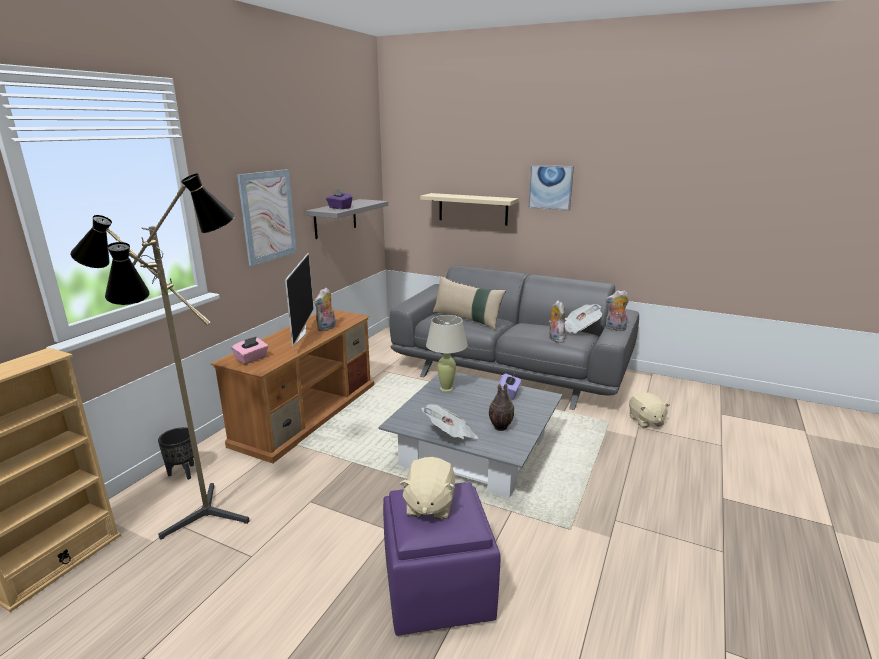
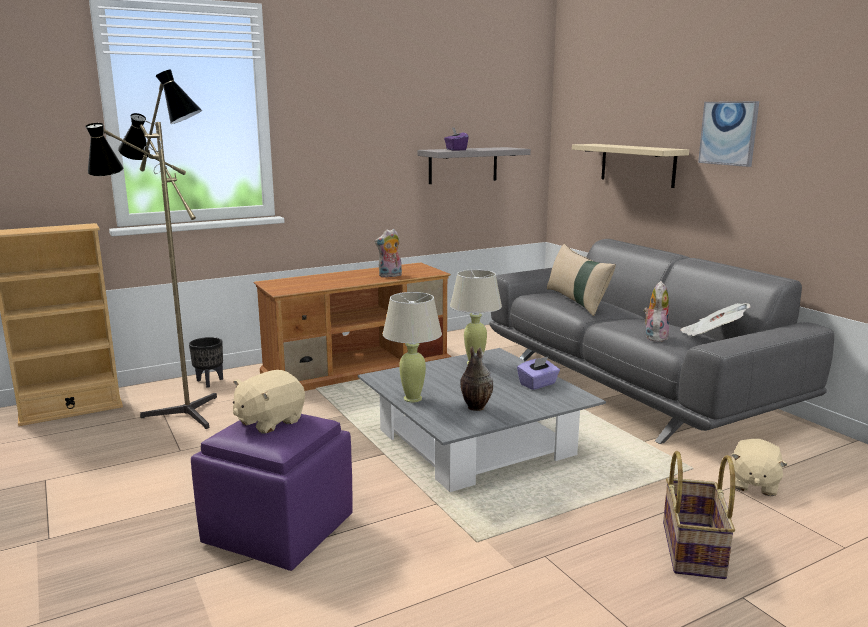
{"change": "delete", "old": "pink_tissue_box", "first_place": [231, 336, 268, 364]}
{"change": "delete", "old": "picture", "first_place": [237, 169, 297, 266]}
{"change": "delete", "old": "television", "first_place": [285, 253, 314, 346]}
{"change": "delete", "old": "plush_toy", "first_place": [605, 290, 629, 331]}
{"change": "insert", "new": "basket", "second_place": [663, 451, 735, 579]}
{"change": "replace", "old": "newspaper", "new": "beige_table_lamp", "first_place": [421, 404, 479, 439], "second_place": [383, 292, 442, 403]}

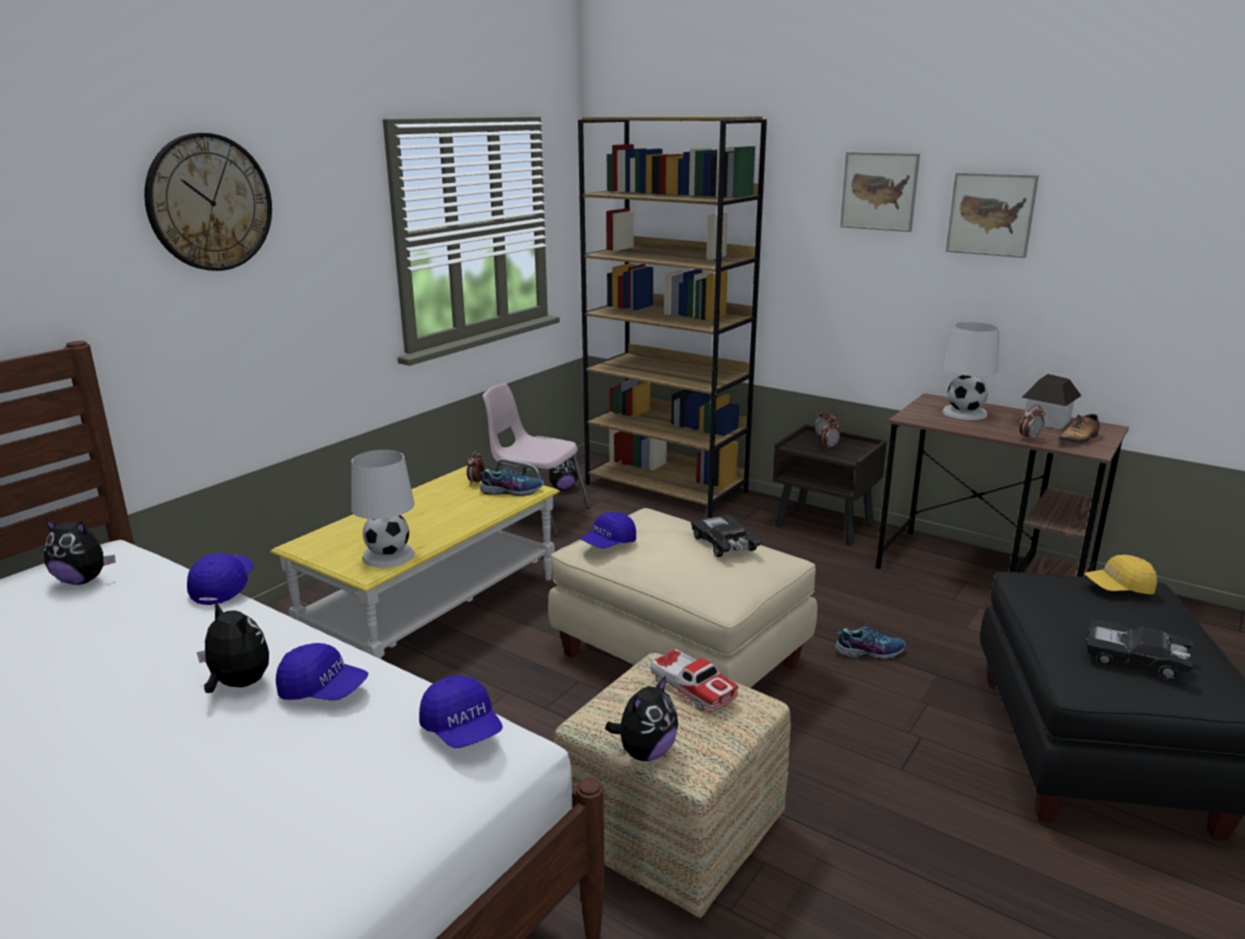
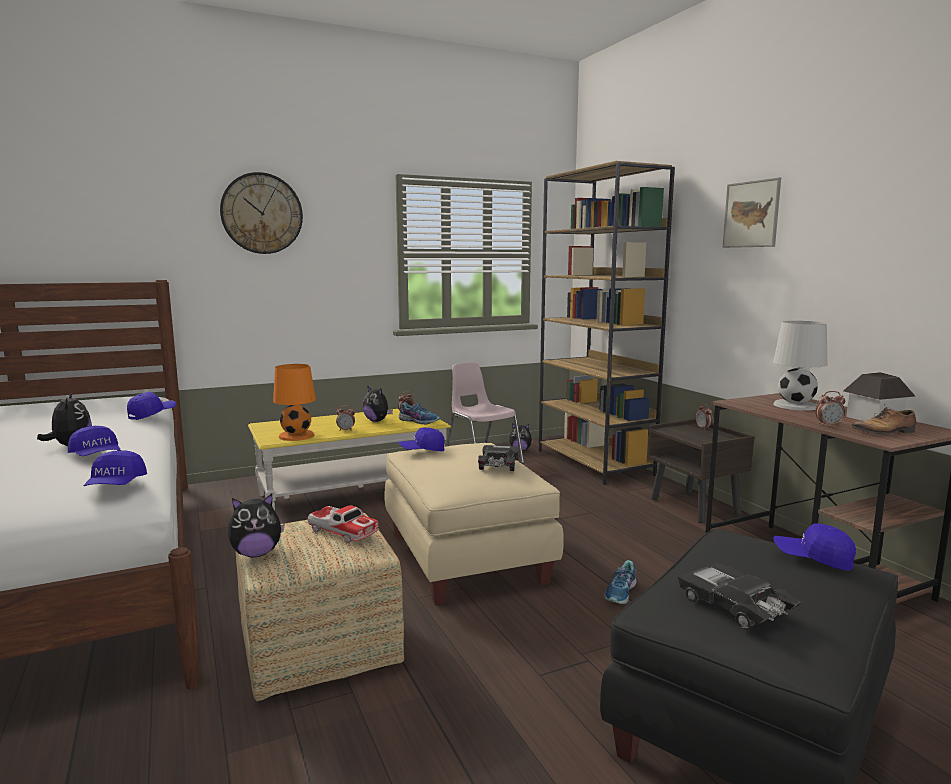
{"change": "delete", "old": "picture", "first_place": [946, 172, 1039, 258]}
{"change": "move", "old": "plush_toy", "first_place": [44, 518, 116, 585], "second_place": [363, 387, 393, 422]}
{"change": "move", "old": "alarm_clock", "first_place": [820, 419, 840, 449], "second_place": [336, 406, 355, 431]}
{"change": "recolor", "old": "white_table_lamp", "new": "orange_table_lamp", "first_place": [351, 450, 415, 568], "second_place": [273, 364, 316, 441]}
{"change": "recolor", "old": "yellow_cap", "new": "blue_cap", "first_place": [1085, 555, 1157, 594], "second_place": [774, 524, 856, 571]}
{"change": "rotate", "old": "toy_car", "first_place": [650, 649, 738, 712], "second_place": [307, 506, 379, 543], "degrees": -45}
{"change": "rotate", "old": "shoe", "first_place": [835, 619, 905, 660], "second_place": [604, 560, 637, 604], "degrees": 90}

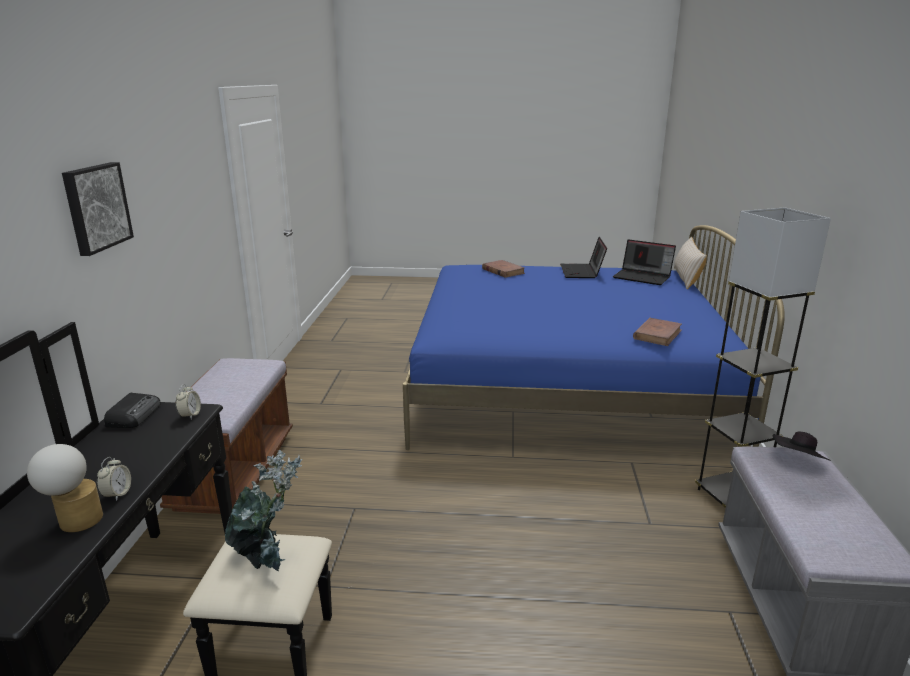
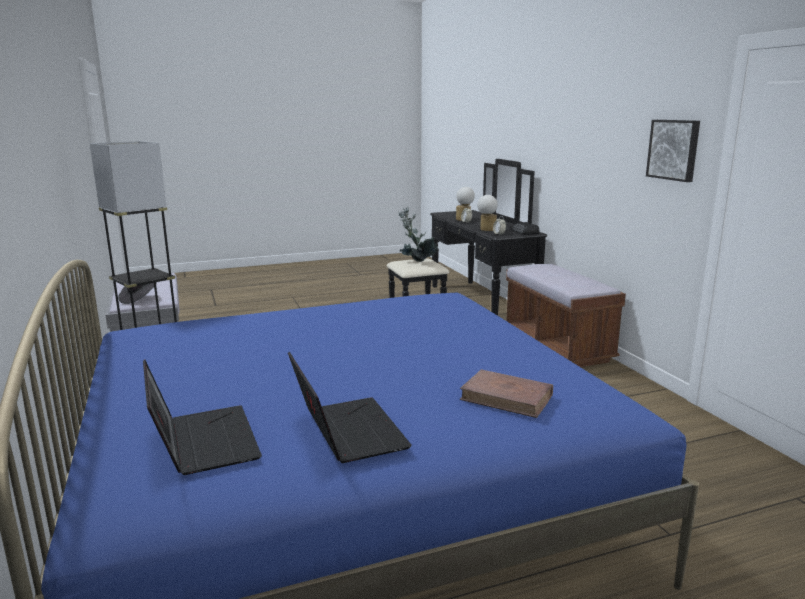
{"change": "delete", "old": "brown_book", "first_place": [633, 318, 682, 346]}
{"change": "delete", "old": "beige_pillow", "first_place": [674, 237, 707, 289]}
{"change": "insert", "new": "table_lamp", "second_place": [477, 195, 498, 231]}
{"change": "move", "old": "picture", "first_place": [62, 162, 134, 256], "second_place": [646, 120, 700, 182]}
{"change": "rotate", "old": "laptop", "first_place": [613, 239, 676, 285], "second_place": [143, 360, 262, 475], "degrees": 60}

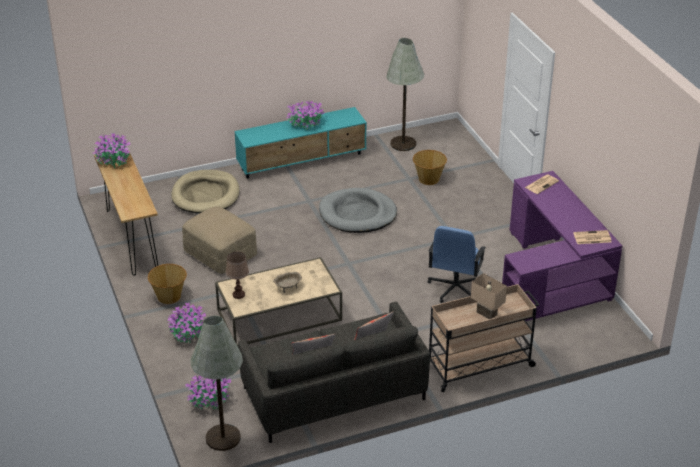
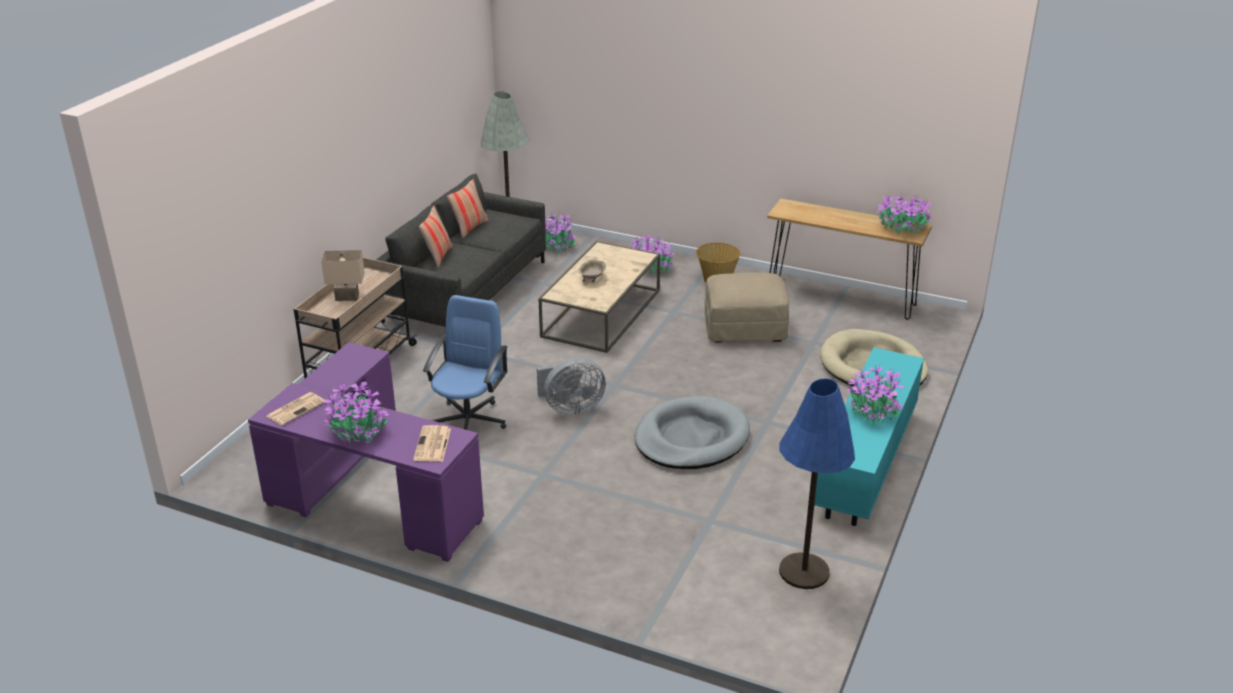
{"change": "delete", "old": "brown_table_lamp", "first_place": [226, 252, 249, 299]}
{"change": "delete", "old": "basket", "first_place": [413, 150, 447, 185]}
{"change": "insert", "new": "potted_plant", "second_place": [323, 381, 389, 443]}
{"change": "insert", "new": "grey_fan", "second_place": [537, 358, 606, 415]}
{"change": "recolor", "old": "grey_floor_lamp", "new": "blue_floor_lamp", "first_place": [386, 38, 424, 151], "second_place": [779, 378, 855, 589]}
{"change": "rotate", "old": "blue_office_chair", "first_place": [428, 226, 486, 303], "second_place": [423, 295, 508, 430], "degrees": 45}

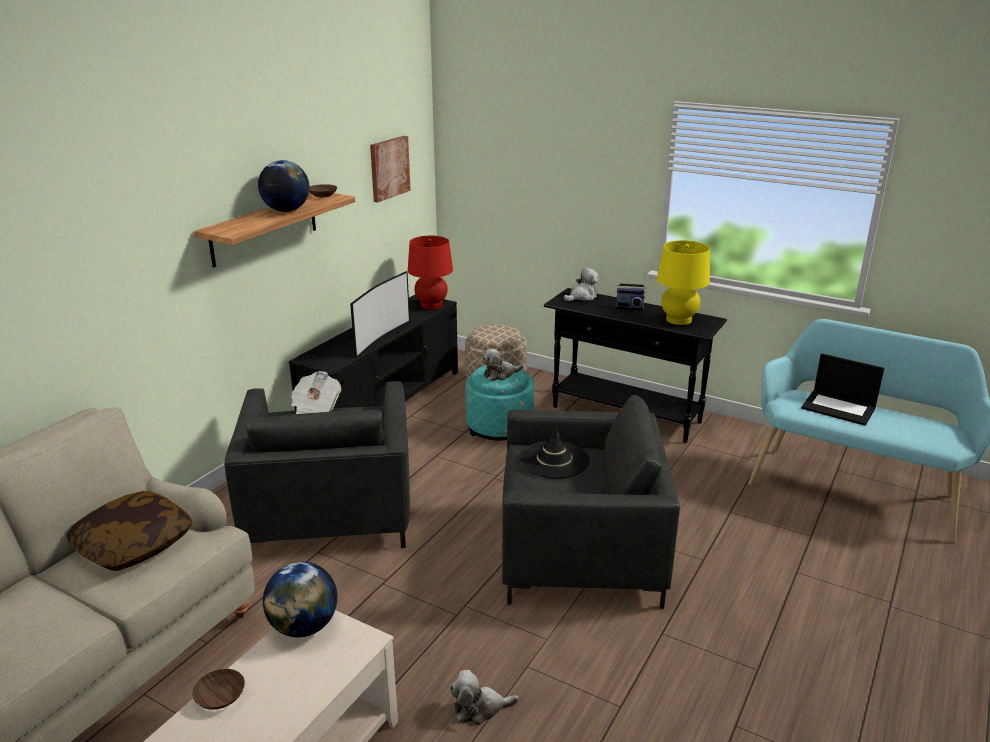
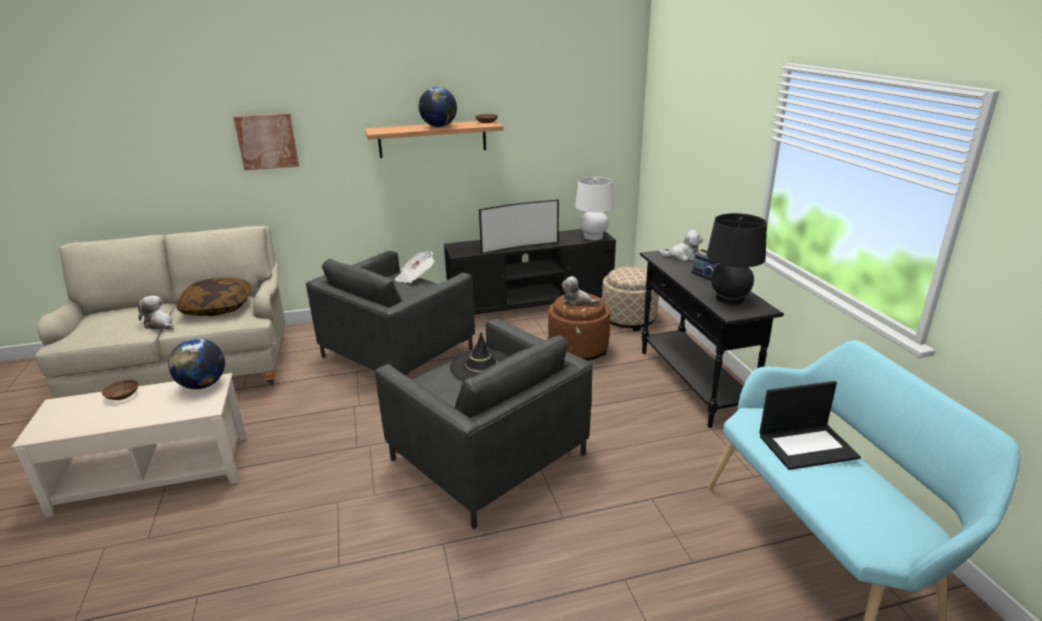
{"change": "move", "old": "picture", "first_place": [370, 136, 411, 203], "second_place": [233, 113, 299, 171]}
{"change": "move", "old": "plush_toy", "first_place": [450, 670, 519, 725], "second_place": [138, 296, 173, 330]}
{"change": "recolor", "old": "red_table_lamp", "new": "white_table_lamp", "first_place": [408, 236, 453, 309], "second_place": [575, 176, 614, 240]}
{"change": "recolor", "old": "turquoise_ottoman", "new": "brown_ottoman", "first_place": [465, 365, 534, 441], "second_place": [548, 294, 610, 361]}
{"change": "recolor", "old": "yellow_table_lamp", "new": "black_table_lamp", "first_place": [657, 240, 710, 325], "second_place": [707, 213, 767, 305]}
{"change": "rotate", "old": "laptop", "first_place": [801, 353, 884, 426], "second_place": [759, 381, 861, 470], "degrees": -90}

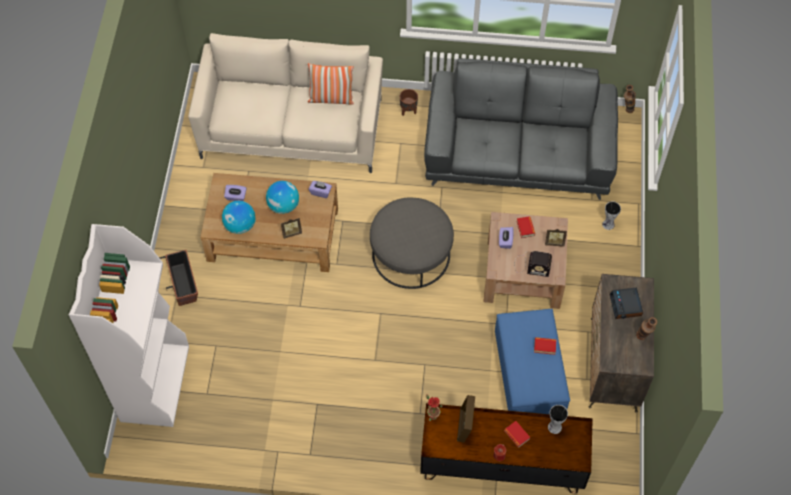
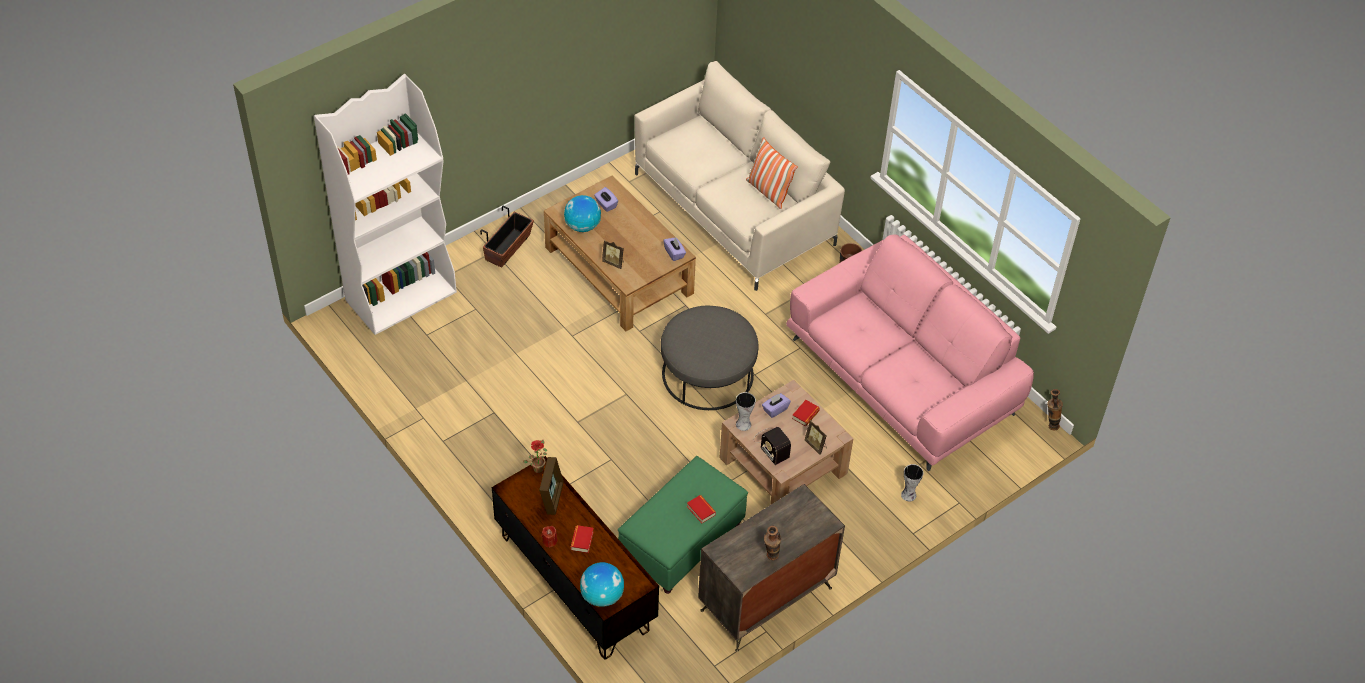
{"change": "delete", "old": "alarm_clock", "first_place": [609, 288, 643, 319]}
{"change": "move", "old": "globe", "first_place": [266, 181, 299, 214], "second_place": [580, 562, 624, 607]}
{"change": "move", "old": "vase", "first_place": [548, 405, 568, 434], "second_place": [736, 392, 756, 431]}
{"change": "recolor", "old": "grey_sofa", "new": "pink_sofa", "first_place": [424, 58, 618, 200], "second_place": [786, 234, 1034, 471]}
{"change": "recolor", "old": "blue_ottoman", "new": "green_ottoman", "first_place": [495, 309, 570, 414], "second_place": [618, 456, 748, 594]}
{"change": "rotate", "old": "picture_frame", "first_place": [457, 395, 475, 442], "second_place": [539, 457, 564, 515], "degrees": 135}

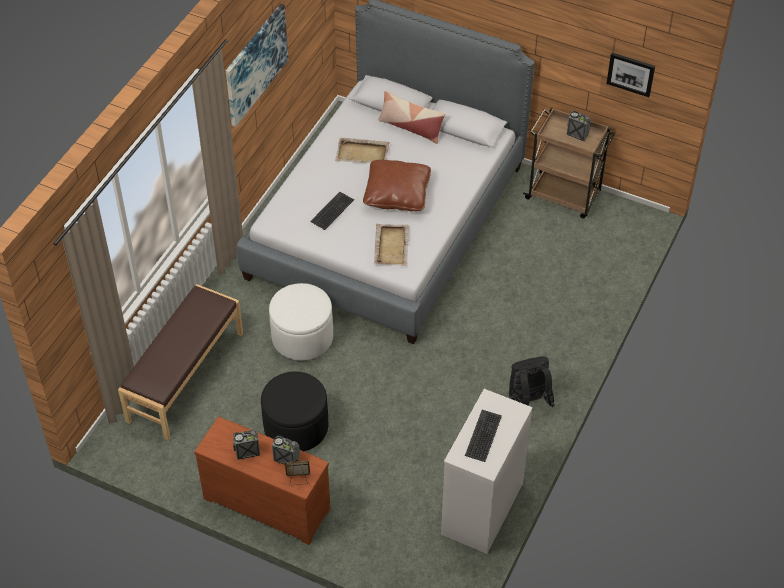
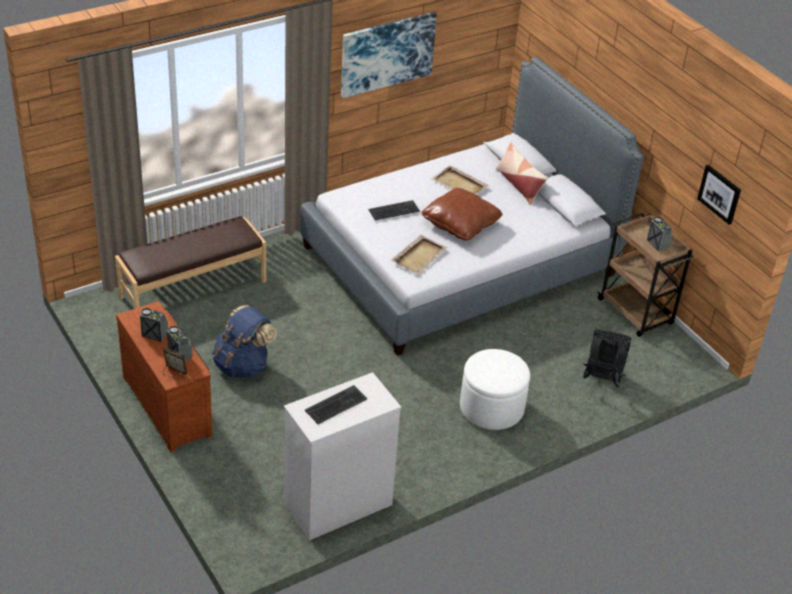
{"change": "move", "old": "white_ottoman", "first_place": [269, 283, 333, 360], "second_place": [460, 349, 530, 430]}
{"change": "move", "old": "black_backpack", "first_place": [509, 356, 555, 407], "second_place": [583, 330, 631, 387]}
{"change": "replace", "old": "black_ottoman", "new": "blue_backpack", "first_place": [261, 371, 328, 451], "second_place": [212, 305, 277, 378]}

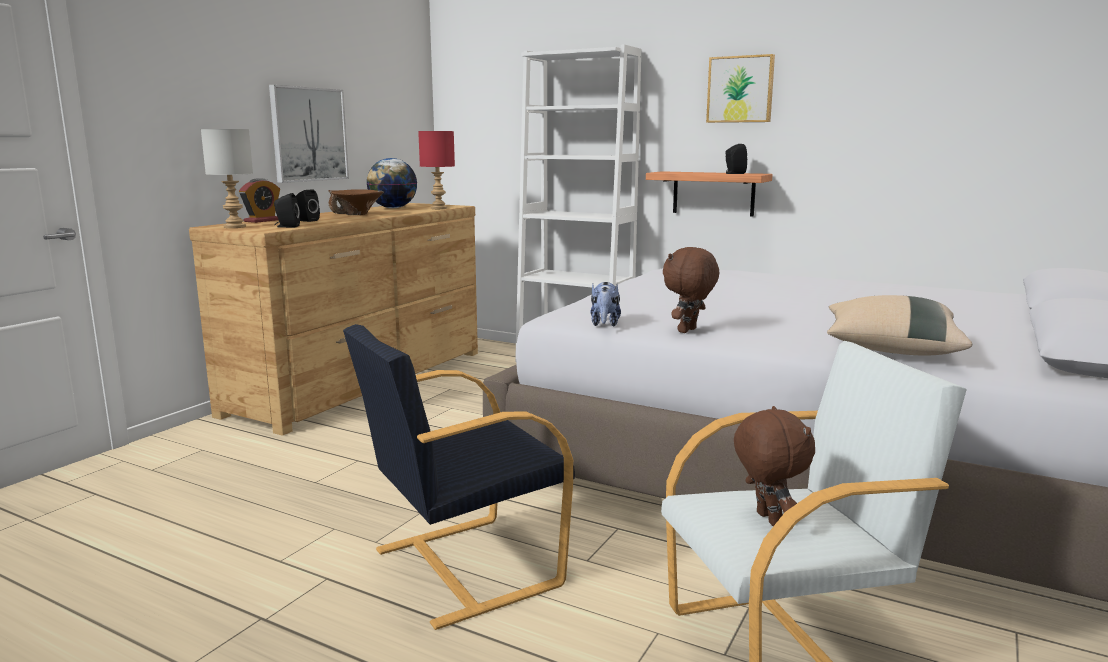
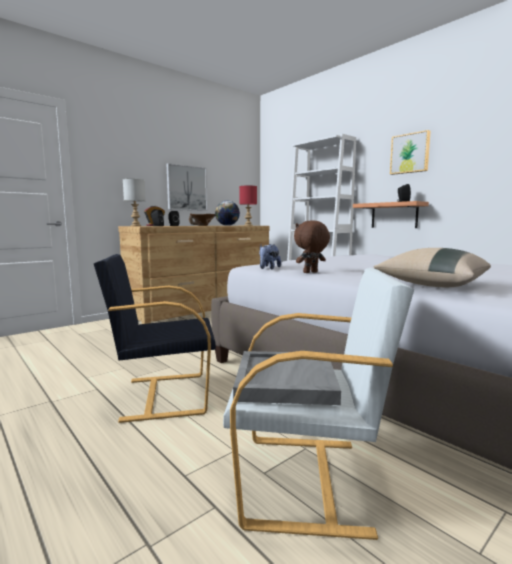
{"change": "replace", "old": "brown_plush_toy", "new": "grey_tray", "first_place": [734, 406, 815, 526], "second_place": [233, 351, 341, 405]}

